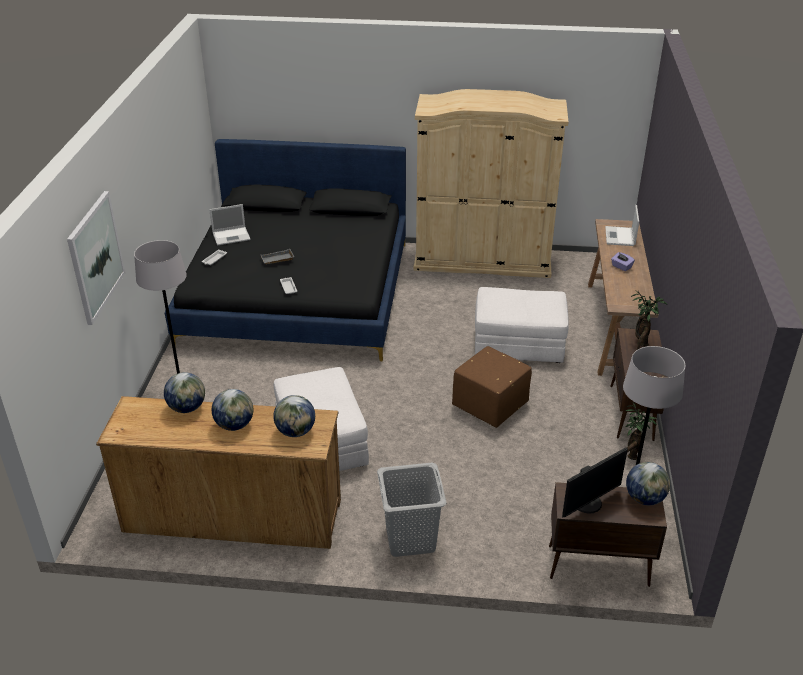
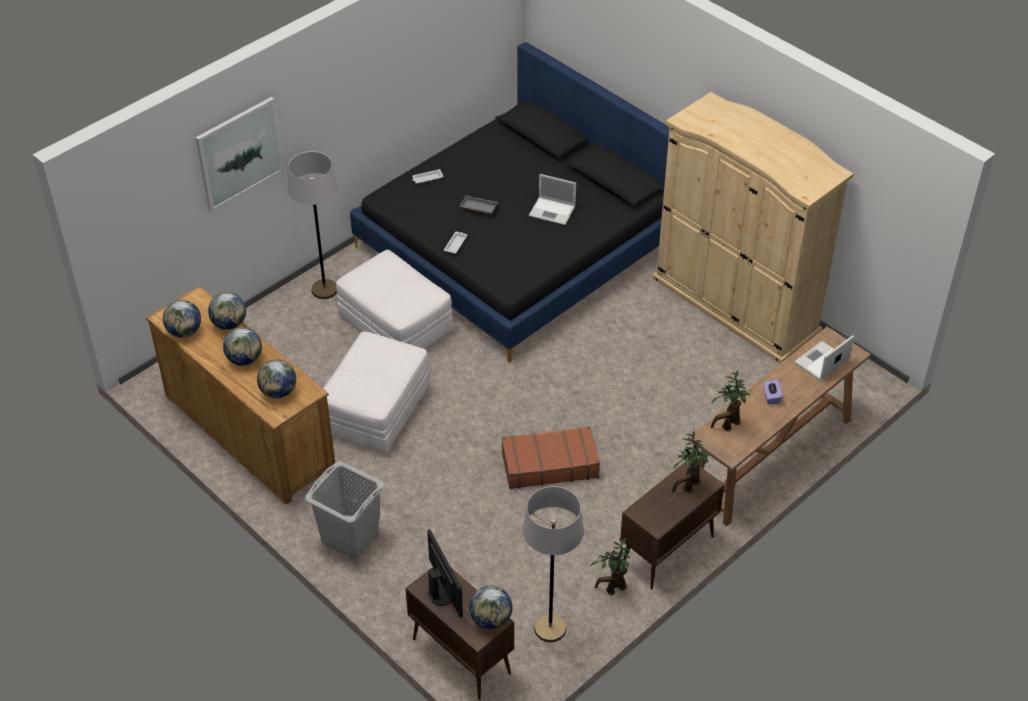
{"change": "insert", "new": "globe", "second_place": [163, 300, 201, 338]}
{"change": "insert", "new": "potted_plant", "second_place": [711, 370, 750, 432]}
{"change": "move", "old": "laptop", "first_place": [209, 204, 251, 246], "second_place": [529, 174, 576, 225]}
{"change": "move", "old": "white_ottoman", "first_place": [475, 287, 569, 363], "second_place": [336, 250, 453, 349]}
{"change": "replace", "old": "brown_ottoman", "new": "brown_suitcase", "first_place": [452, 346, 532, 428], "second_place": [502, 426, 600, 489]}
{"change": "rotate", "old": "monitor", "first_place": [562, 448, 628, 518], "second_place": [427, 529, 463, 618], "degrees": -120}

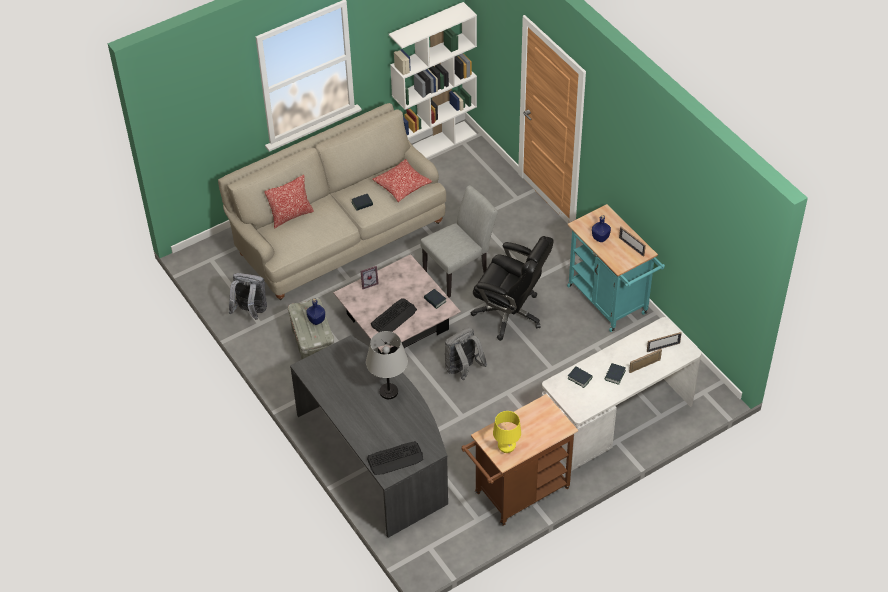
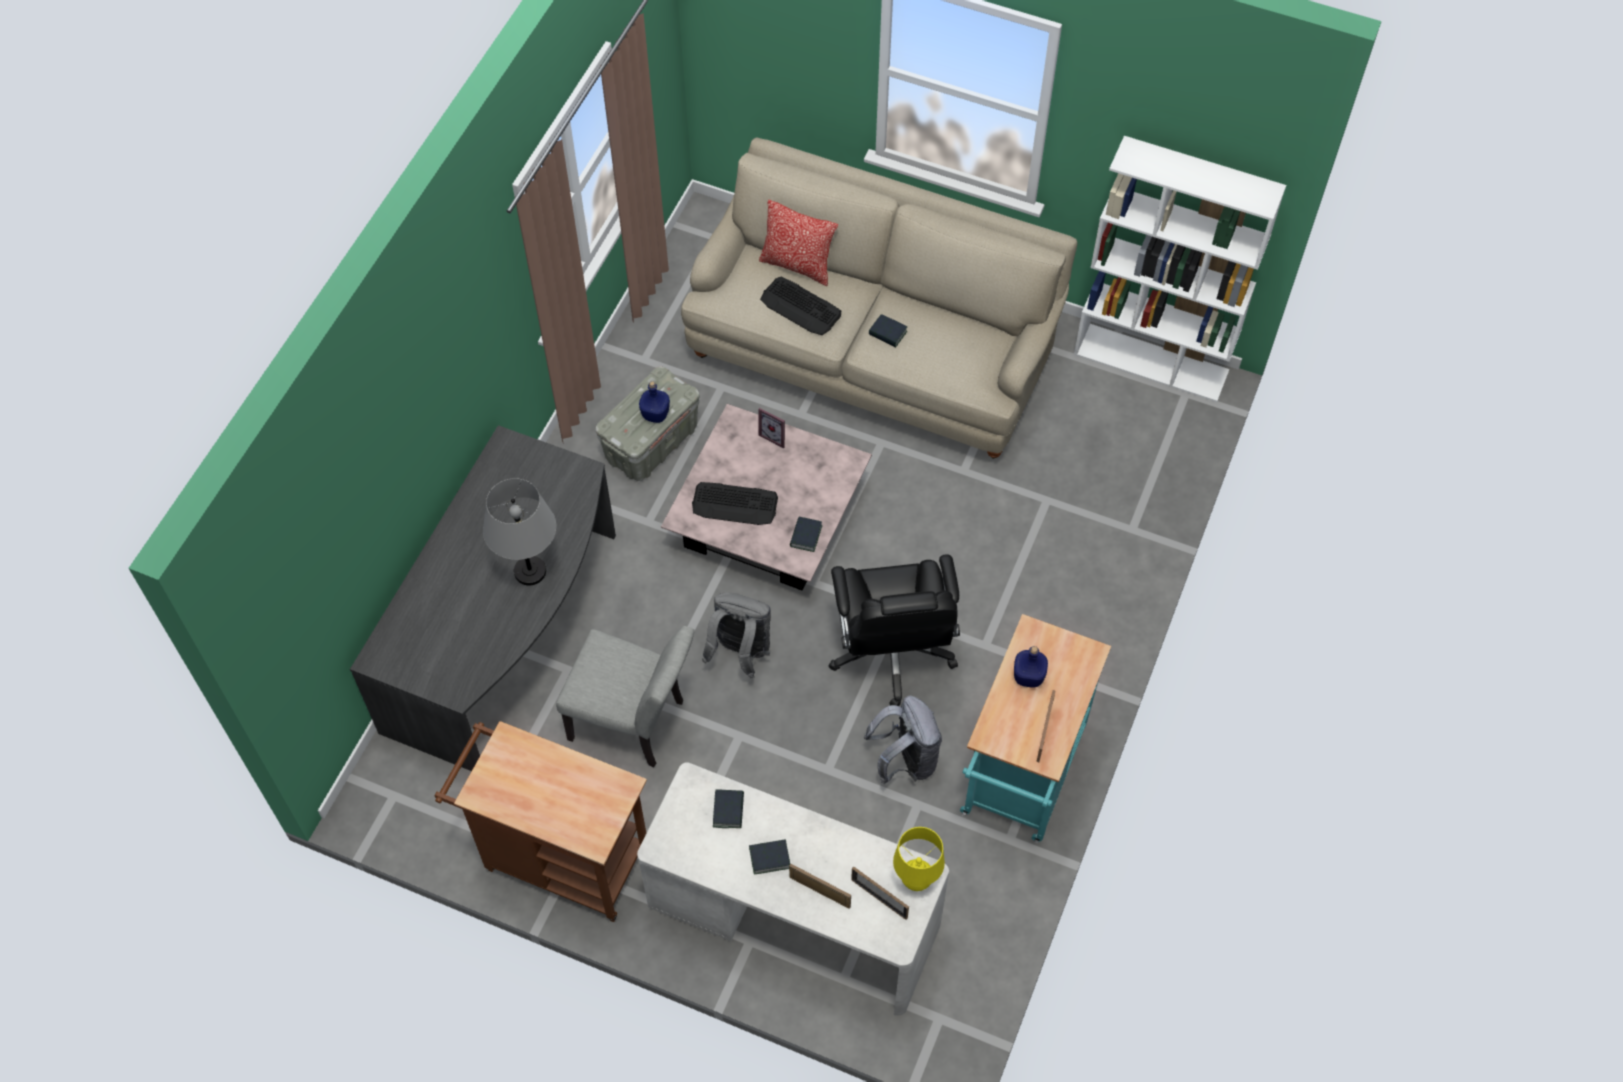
{"change": "delete", "old": "pillow", "first_place": [373, 159, 432, 202]}
{"change": "move", "old": "grey_backpack", "first_place": [229, 273, 267, 320], "second_place": [864, 696, 942, 784]}
{"change": "move", "old": "keyboard", "first_place": [367, 441, 423, 475], "second_place": [760, 276, 841, 335]}
{"change": "move", "old": "grey_chair", "first_place": [420, 185, 498, 298], "second_place": [556, 626, 694, 767]}
{"change": "move", "old": "yellow_table_lamp", "first_place": [493, 411, 521, 453], "second_place": [893, 827, 945, 891]}

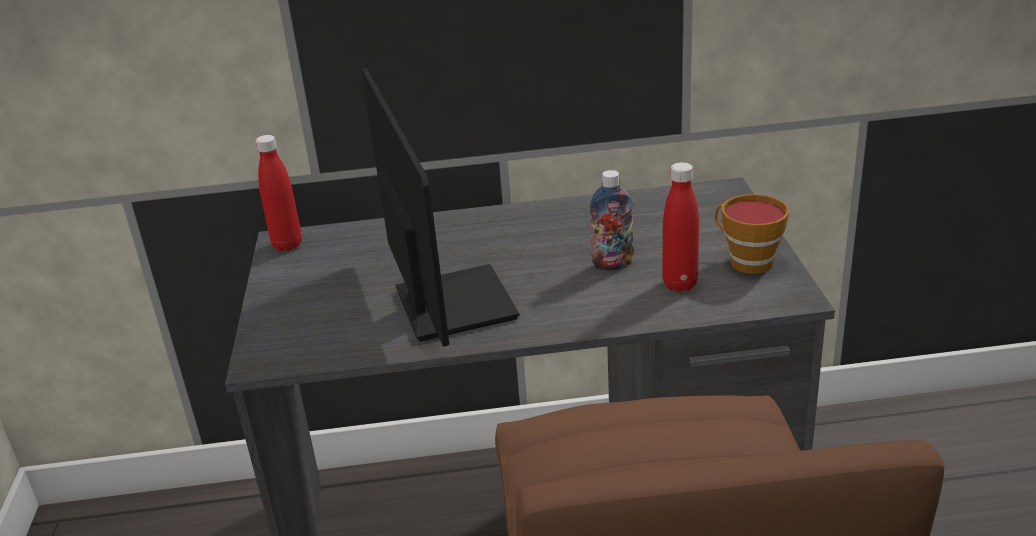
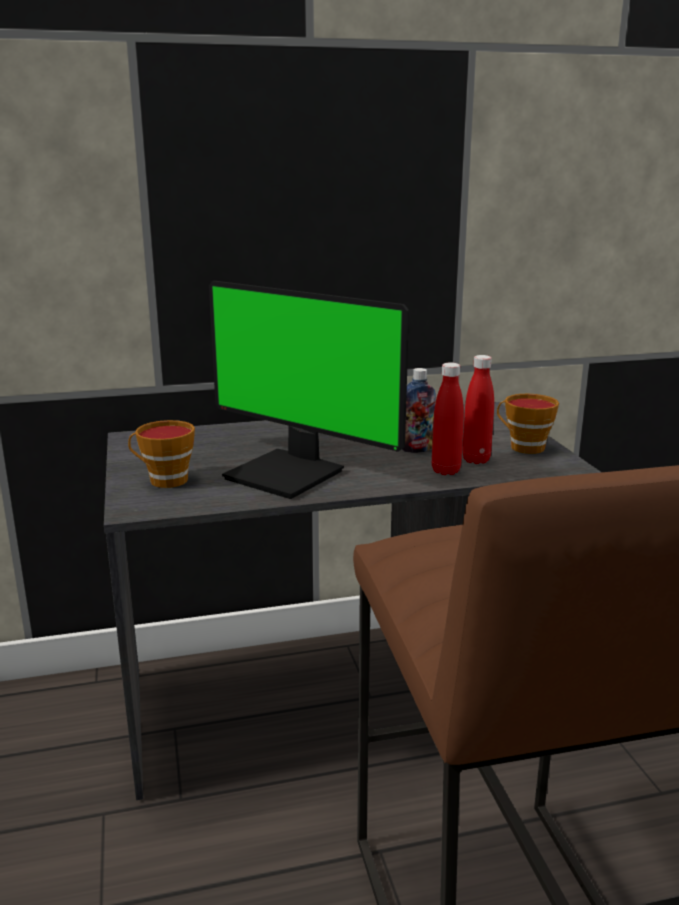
{"change": "insert", "new": "cup", "second_place": [128, 420, 195, 488]}
{"change": "move", "old": "red_bottle", "first_place": [255, 135, 302, 251], "second_place": [432, 363, 464, 475]}
{"change": "rotate", "old": "monitor", "first_place": [362, 68, 520, 347], "second_place": [209, 281, 409, 499], "degrees": 150}

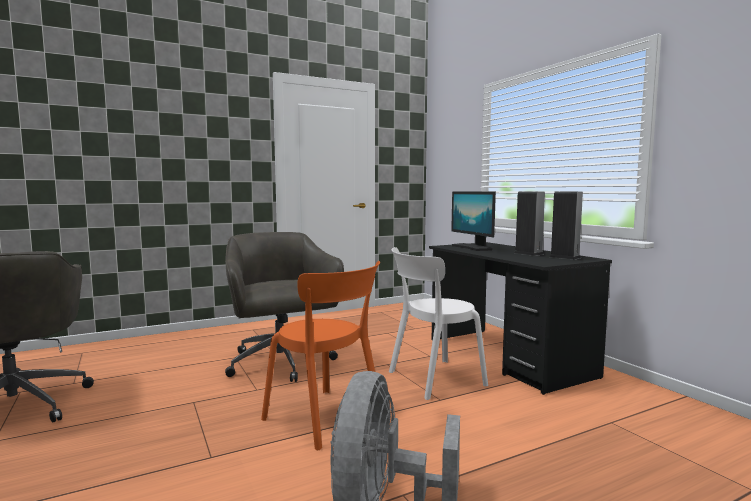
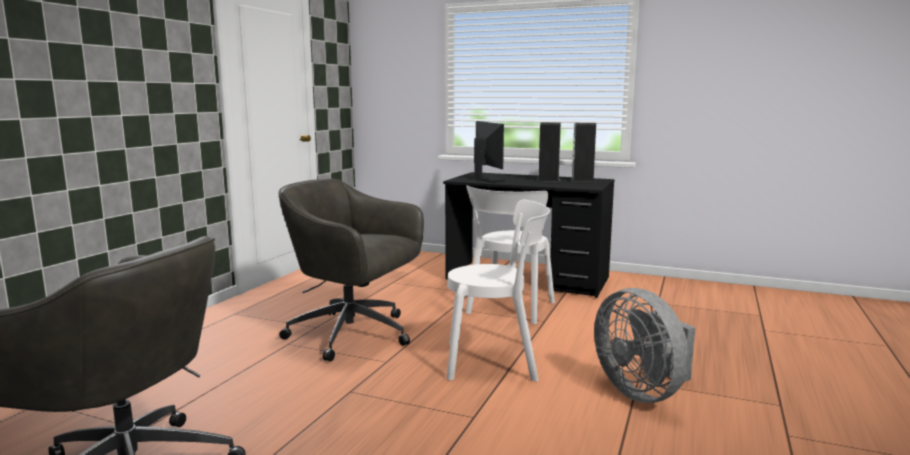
{"change": "recolor", "old": "orange_chair", "new": "white_chair", "first_place": [261, 261, 380, 450], "second_place": [447, 200, 550, 381]}
{"change": "rotate", "old": "monitor", "first_place": [451, 191, 496, 251], "second_place": [473, 121, 506, 183], "degrees": -135}

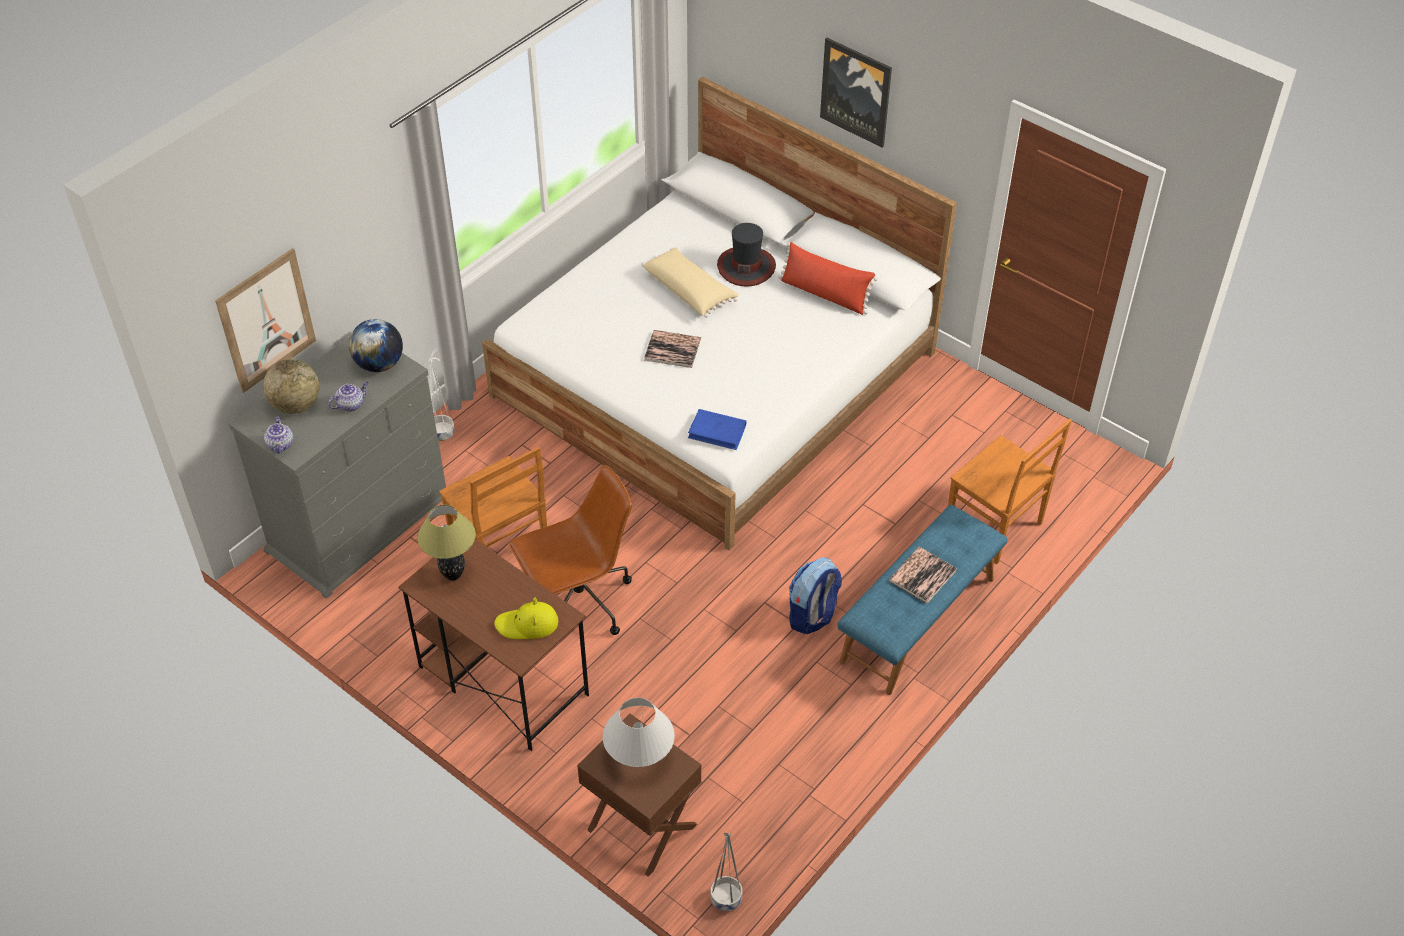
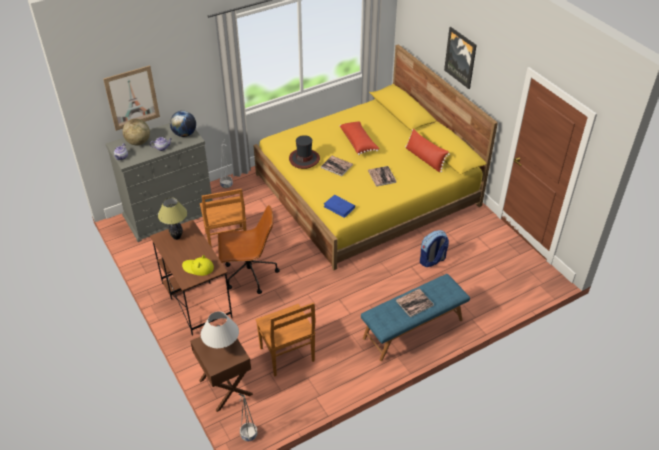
{"change": "insert", "new": "book", "second_place": [368, 166, 397, 187]}
{"change": "move", "old": "hat", "first_place": [717, 223, 776, 287], "second_place": [289, 135, 320, 169]}
{"change": "move", "old": "backpack", "first_place": [789, 557, 842, 634], "second_place": [420, 230, 449, 267]}
{"change": "move", "old": "brown_chair", "first_place": [948, 419, 1072, 564], "second_place": [256, 303, 316, 377]}
{"change": "recolor", "old": "white_bed", "new": "yellow_bed", "first_place": [482, 77, 957, 550], "second_place": [253, 44, 498, 270]}
{"change": "recolor", "old": "beige_pillow", "new": "red_pillow", "first_place": [641, 247, 739, 318], "second_place": [340, 121, 379, 155]}

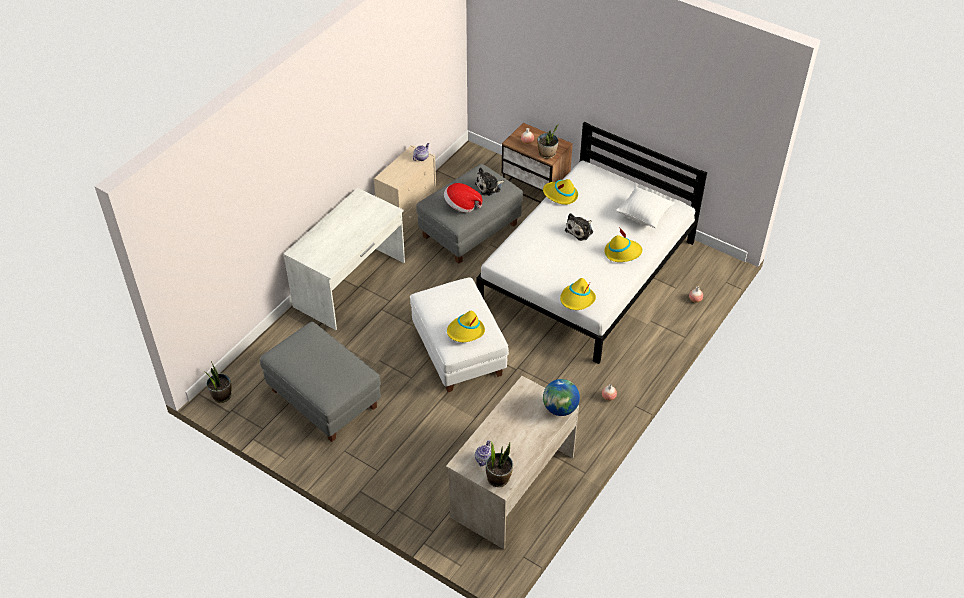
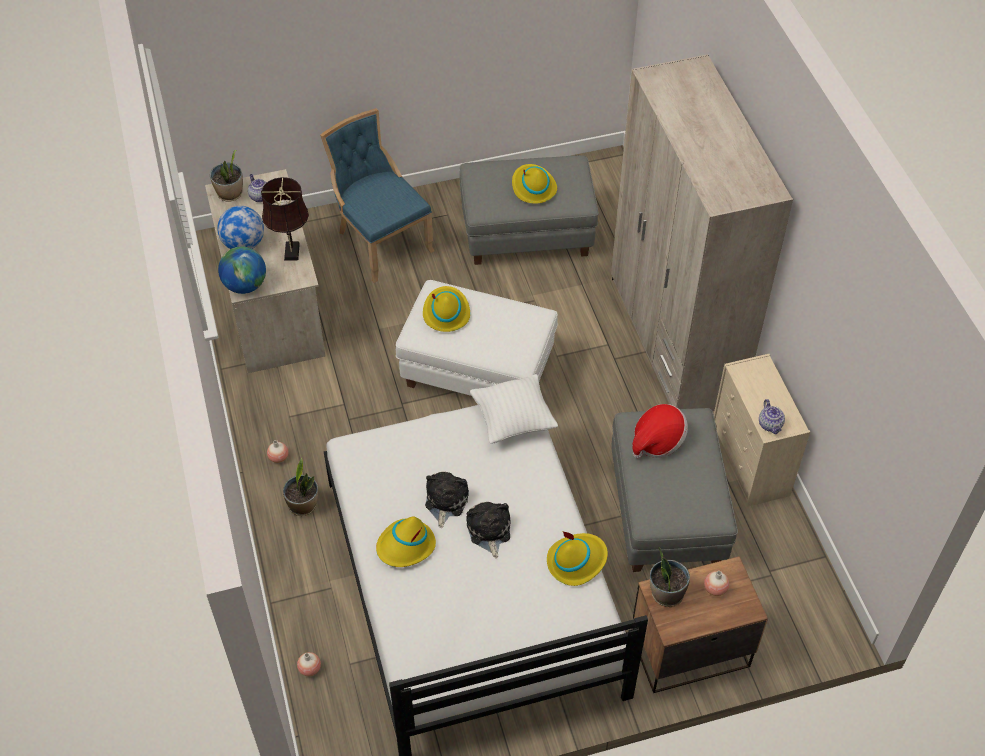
{"change": "insert", "new": "globe", "second_place": [217, 206, 264, 249]}
{"change": "insert", "new": "brown_table_lamp", "second_place": [261, 177, 309, 261]}
{"change": "insert", "new": "blue_chair", "second_place": [320, 108, 434, 283]}
{"change": "move", "old": "potted_plant", "first_place": [205, 361, 232, 403], "second_place": [283, 457, 318, 516]}
{"change": "move", "old": "plush_toy", "first_place": [475, 167, 505, 196], "second_place": [425, 472, 469, 528]}
{"change": "move", "old": "yellow_hat", "first_place": [560, 278, 596, 310], "second_place": [512, 164, 557, 204]}
{"change": "move", "old": "white_pillow", "first_place": [616, 186, 675, 228], "second_place": [470, 374, 558, 444]}
{"change": "replace", "old": "white_desk", "new": "beige_wardrobe", "first_place": [284, 188, 405, 330], "second_place": [611, 54, 793, 411]}

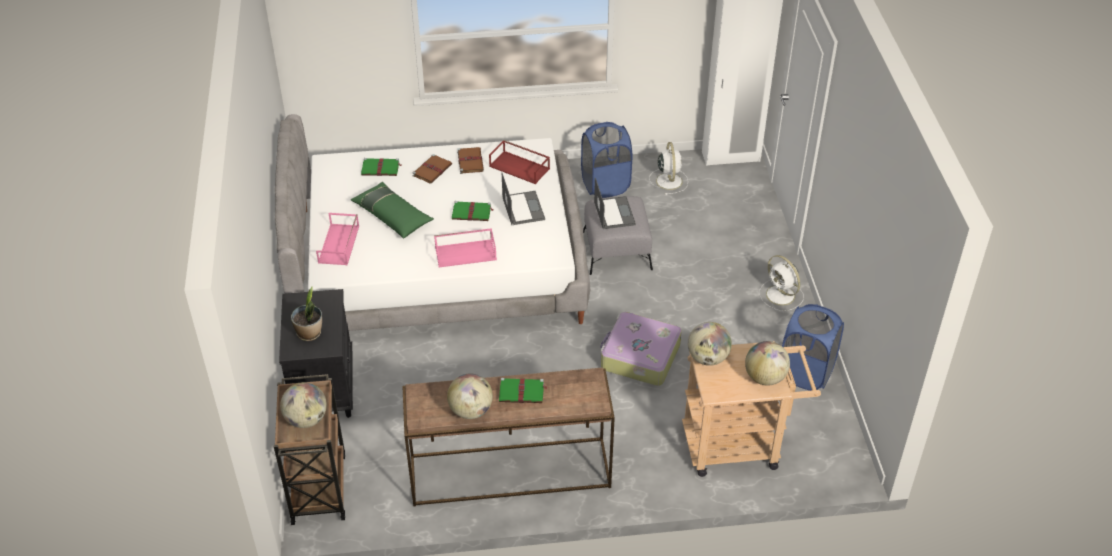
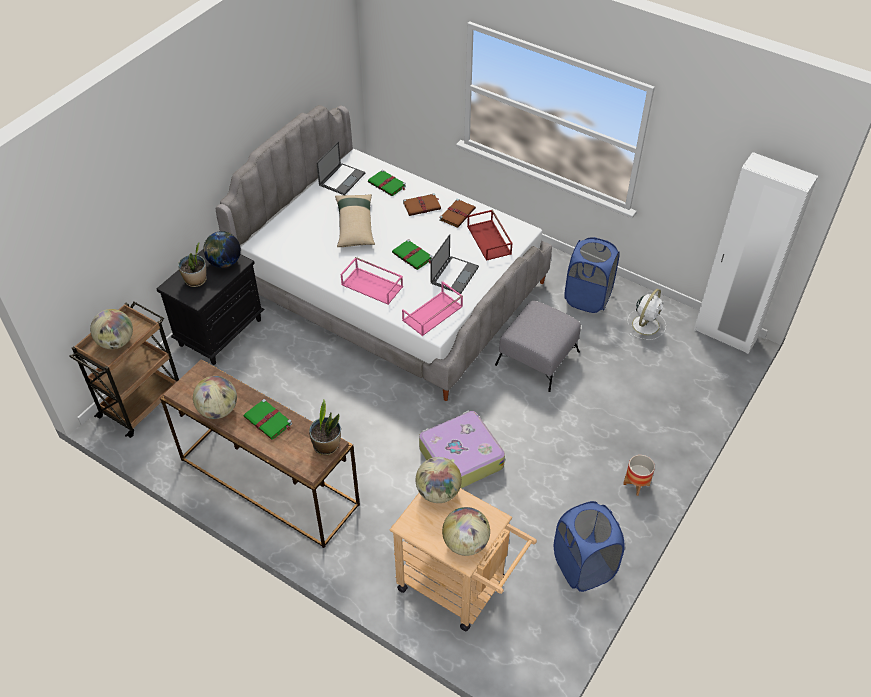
{"change": "insert", "new": "globe", "second_place": [203, 231, 241, 268]}
{"change": "insert", "new": "potted_plant", "second_place": [309, 400, 341, 455]}
{"change": "move", "old": "pink_tray", "first_place": [316, 213, 359, 266], "second_place": [402, 281, 463, 336]}
{"change": "move", "old": "laptop", "first_place": [594, 178, 636, 229], "second_place": [316, 141, 365, 195]}
{"change": "replace", "old": "white_fan", "new": "planter", "first_place": [759, 255, 804, 311], "second_place": [623, 455, 655, 496]}
{"change": "recolor", "old": "green_pillow", "new": "beige_pillow", "first_place": [351, 182, 434, 239], "second_place": [335, 194, 375, 247]}

